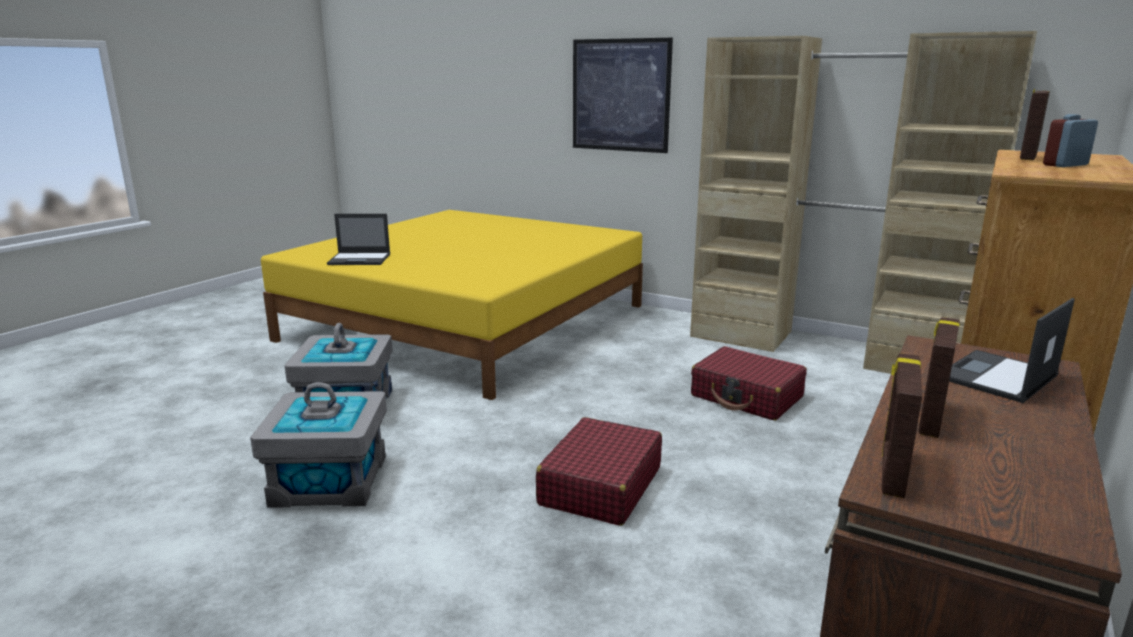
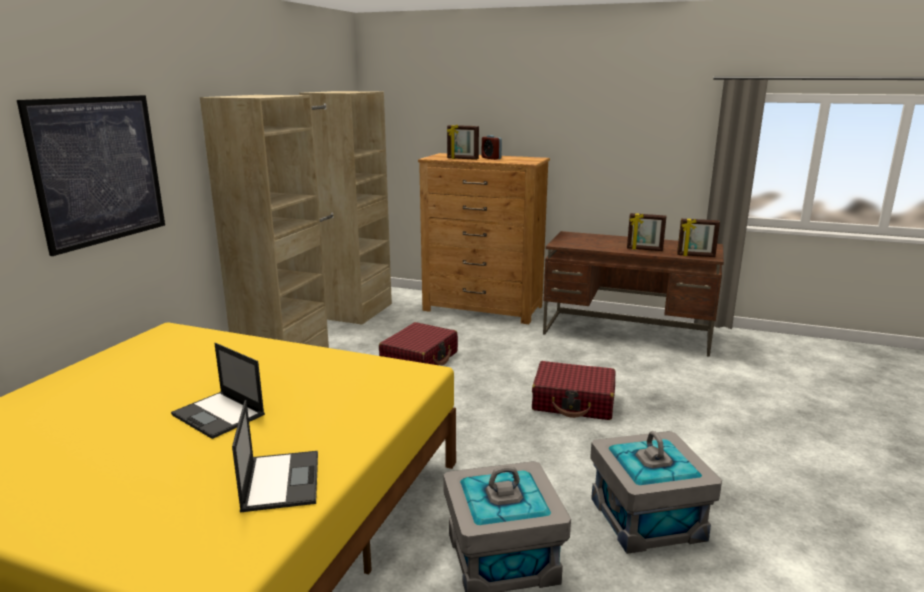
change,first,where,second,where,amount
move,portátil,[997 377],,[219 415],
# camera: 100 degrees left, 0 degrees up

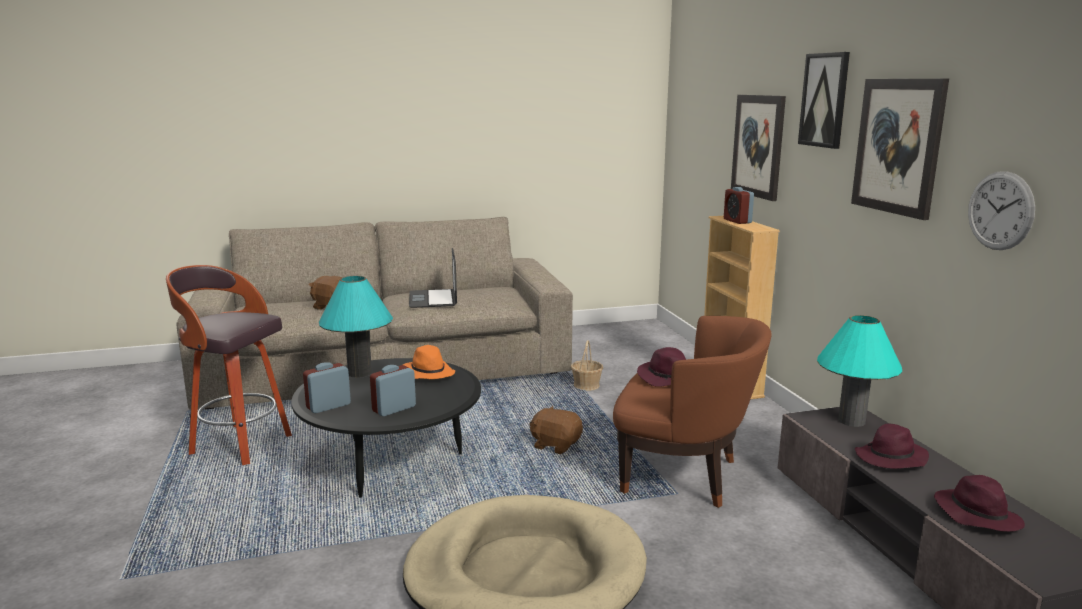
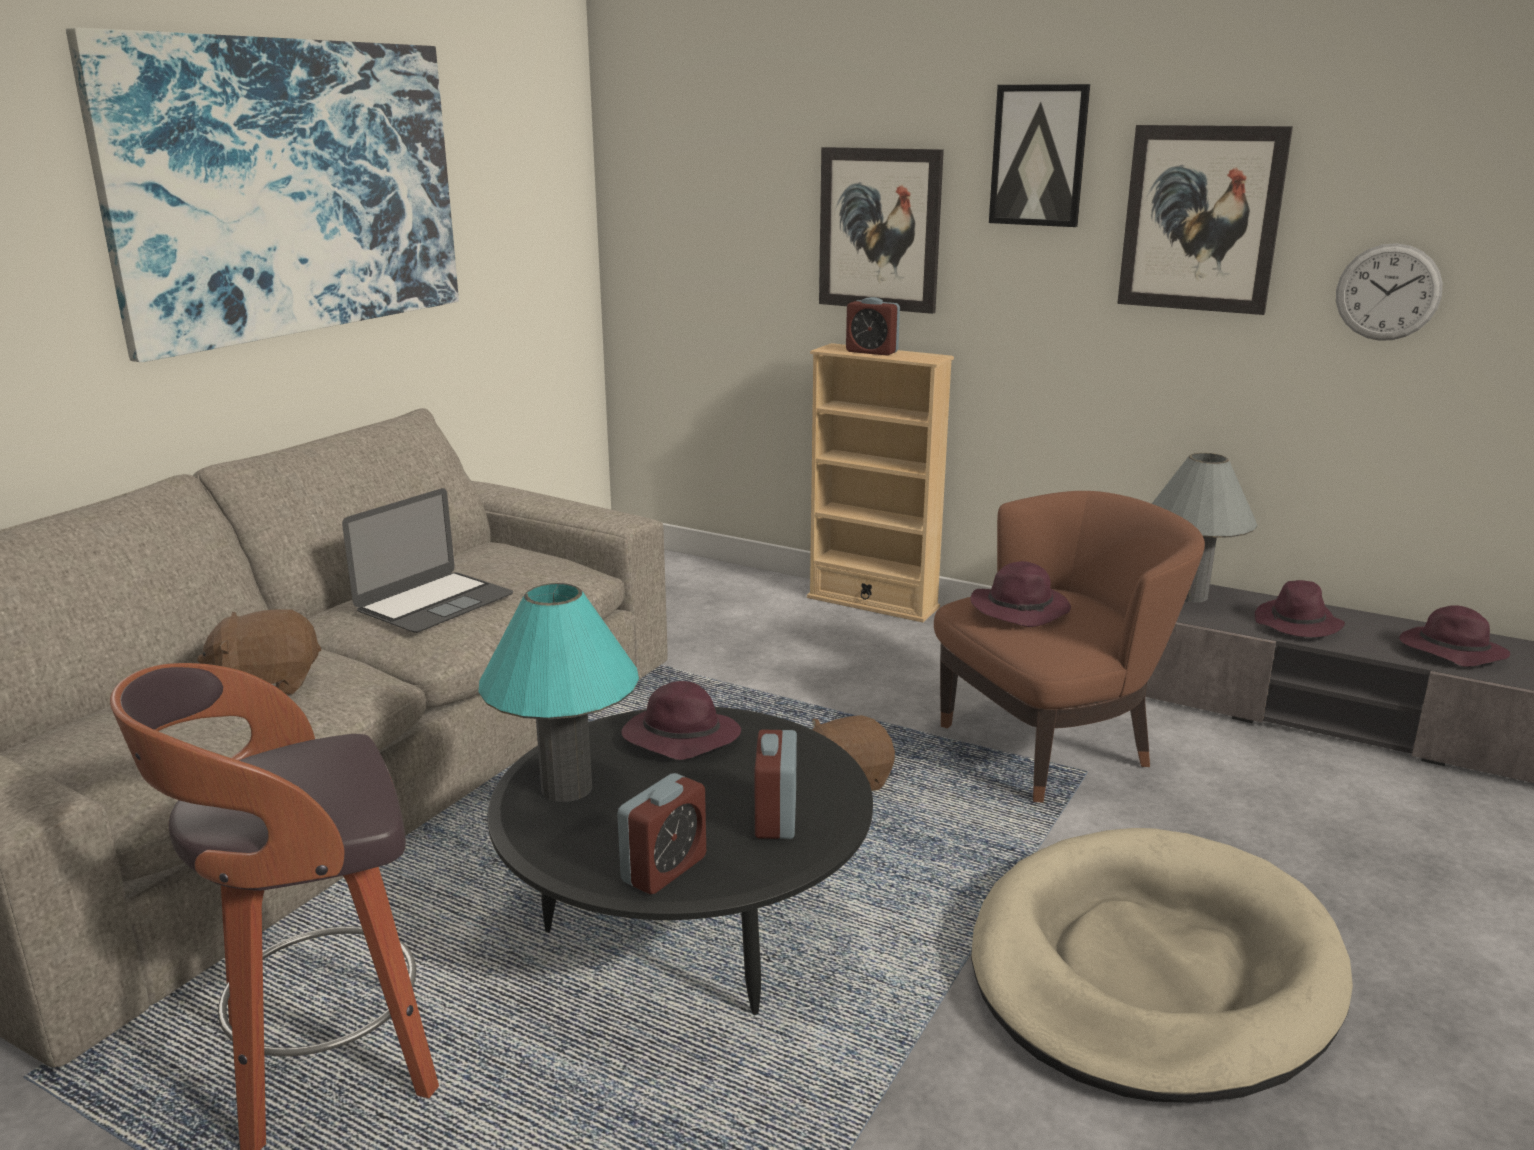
change,first,where,second,where,amount
rotate,portátil,[433 299],,[434 602],90 degrees counterclockwise
recolor,lámpara de mesa [turquesa],[851 421],lámpara de mesa [gris],[1189 596],
delete,cesta,[586 385],,,
recolor,sombrero [naranja],[427 373],sombrero [morado],[679 738],
rotate,despertador,[328 406],,[664 869],150 degrees counterclockwise
insert,,,cuadro,[291 188],
# camera: 45 degrees left, 5 degrees up

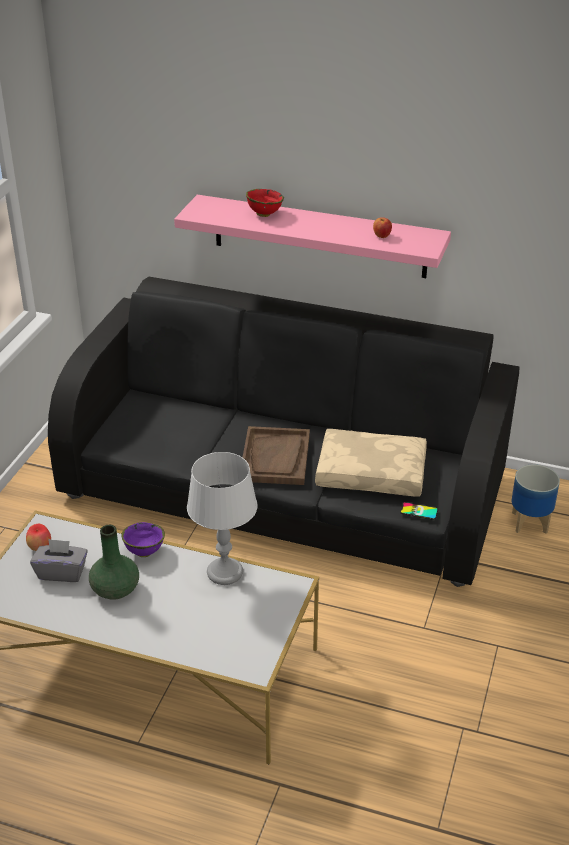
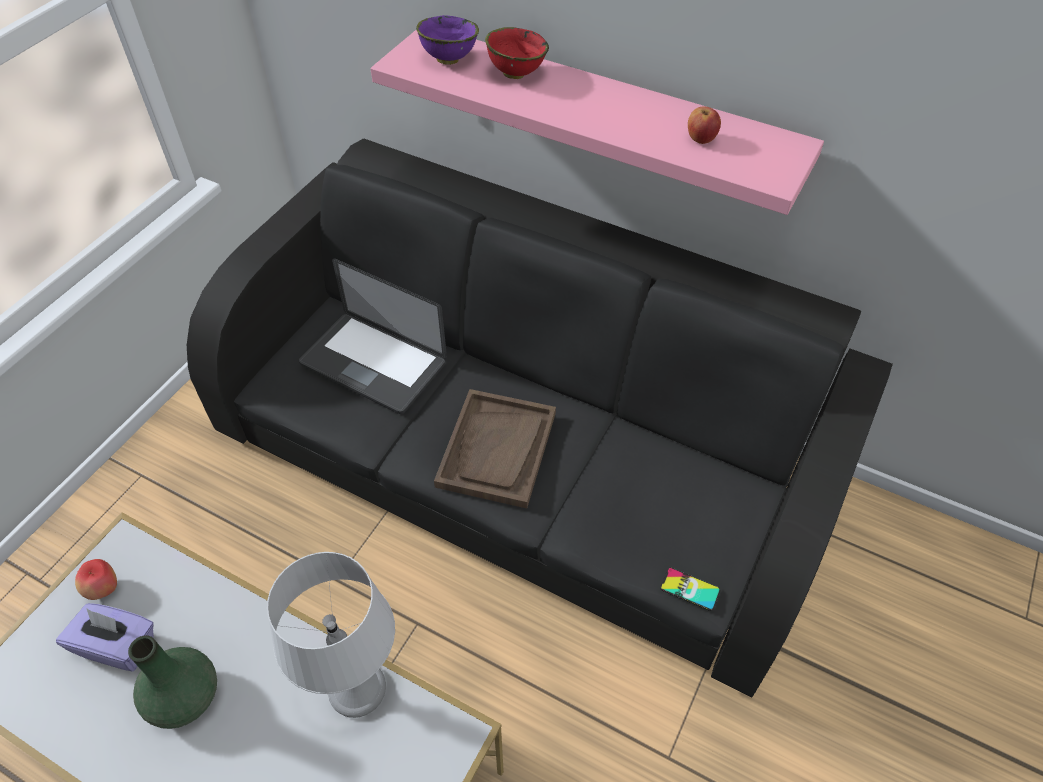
change,first,where,second,where,amount
delete,cojín [beis],[372 472],,,
delete,maceta,[530 522],,,
move,cuenco [morado],[143 552],,[448 59],
recolor,caja de pañuelos [gris],[62 572],caja de pañuelos [morado],[118 646],
insert,,,portátil,[373 364],
# camera: 10 degrees right, 15 degrees up

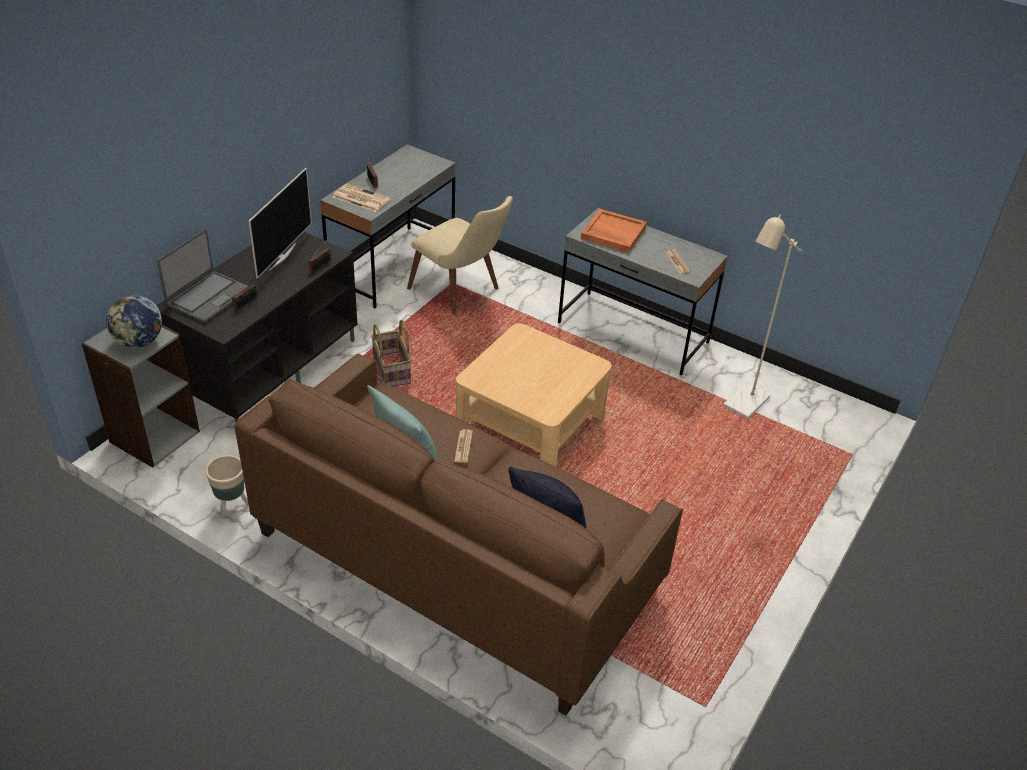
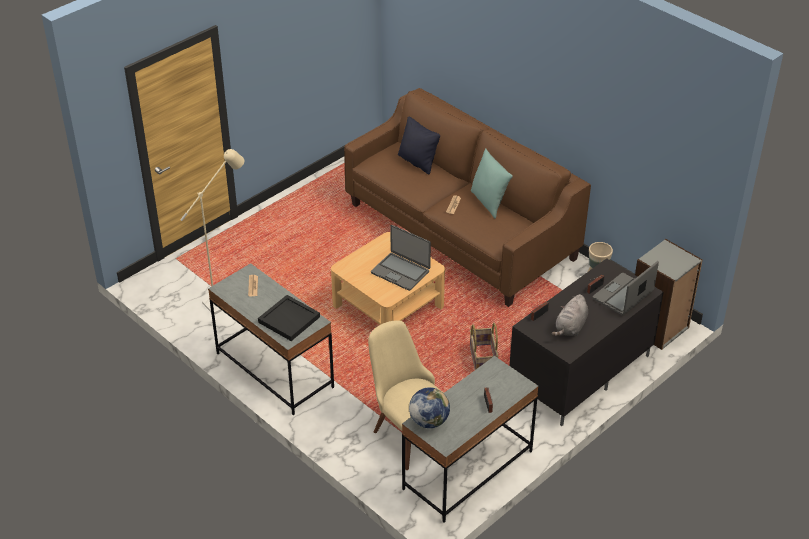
change,first,where,second,where,amount
replace,televisor,[281 256],peluche [gris],[570 327],
delete,periódico,[360 198],,,
recolor,bandeja [naranja],[612 233],bandeja [negro],[289 319],
move,globo terráqueo,[139 342],,[429 421],
insert,,,portátil,[400 272],
# camera: 165 degrees left, 0 degrees up

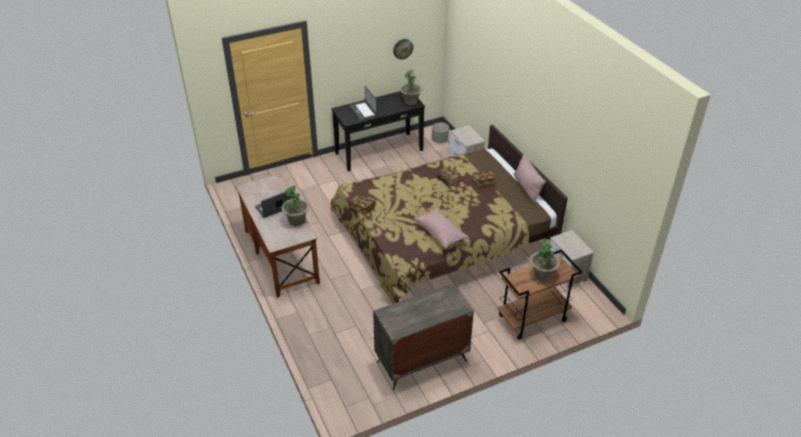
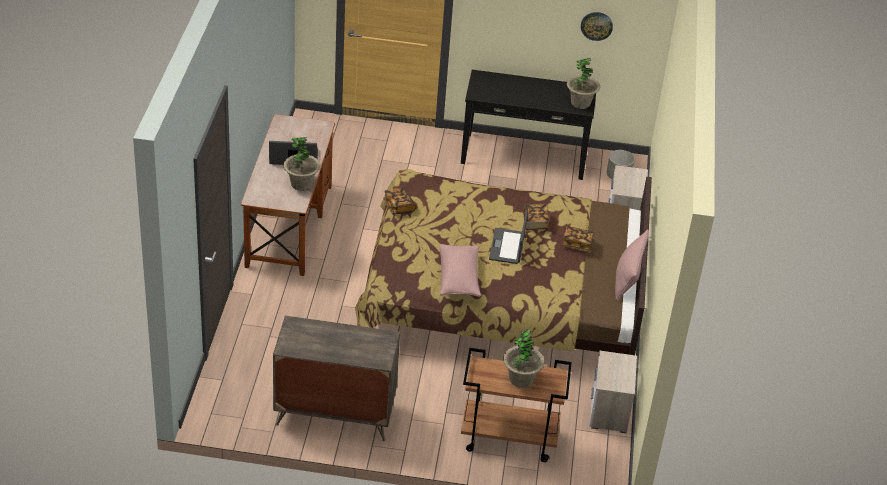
change,first,where,second,where,amount
move,portátil,[363 111],,[507 246],
# camera: 30 degrees right, 0 degrees up

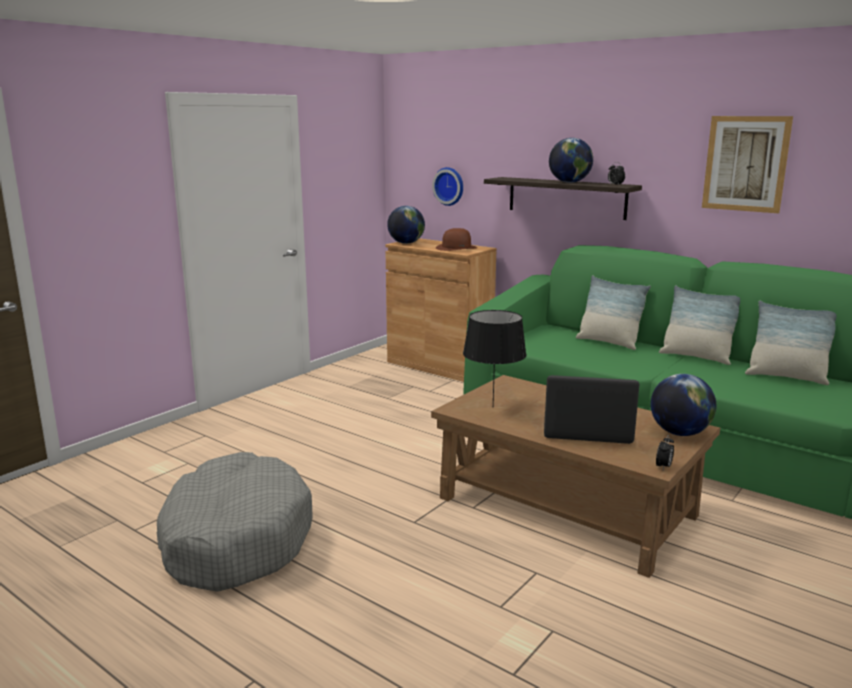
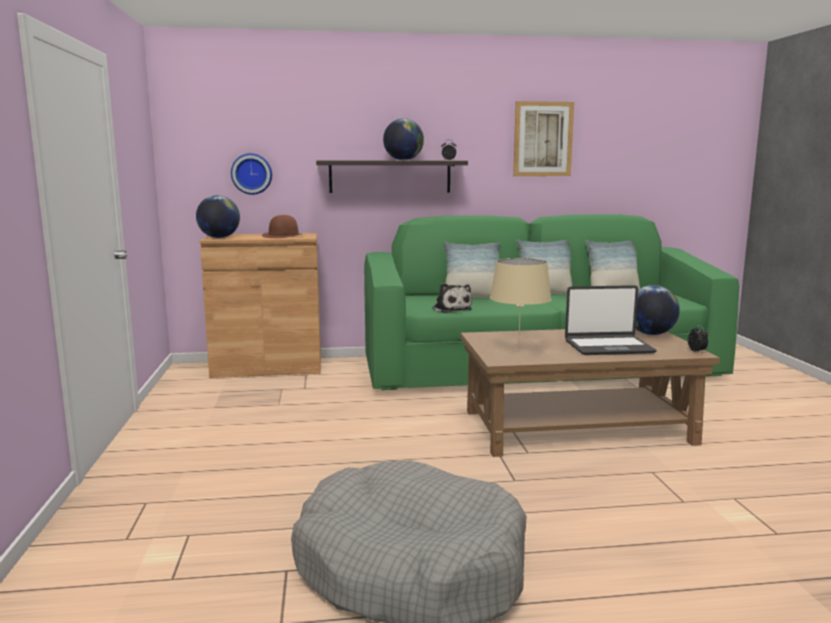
change,first,where,second,where,amount
recolor,lámpara de mesa [negro],[493 407],lámpara de mesa [beis],[518 351],
rotate,portátil,[587 430],,[608 347],150 degrees counterclockwise
insert,,,peluche,[451 309],
# camera: 45 degrees left, 5 degrees down

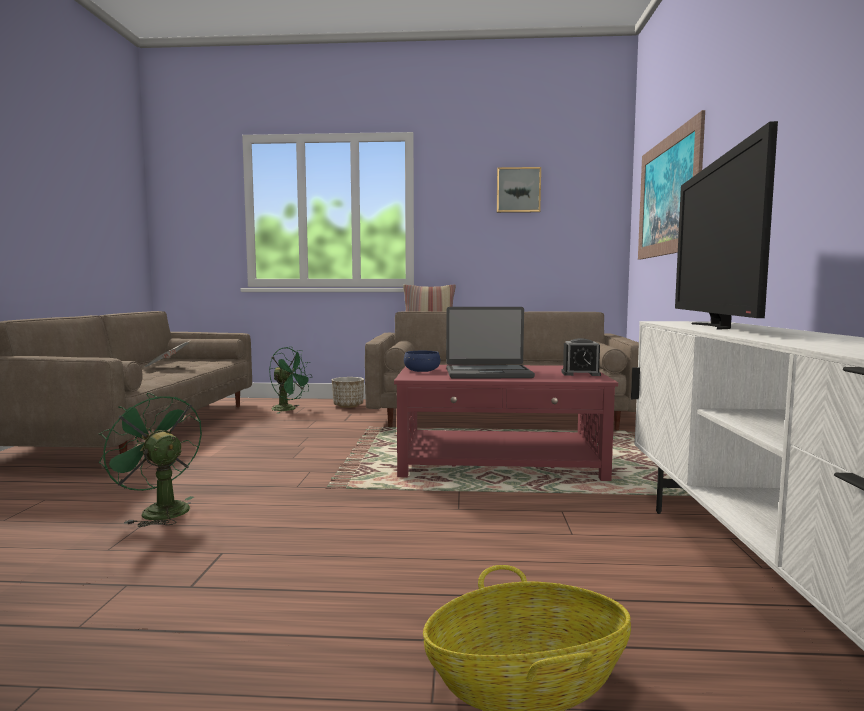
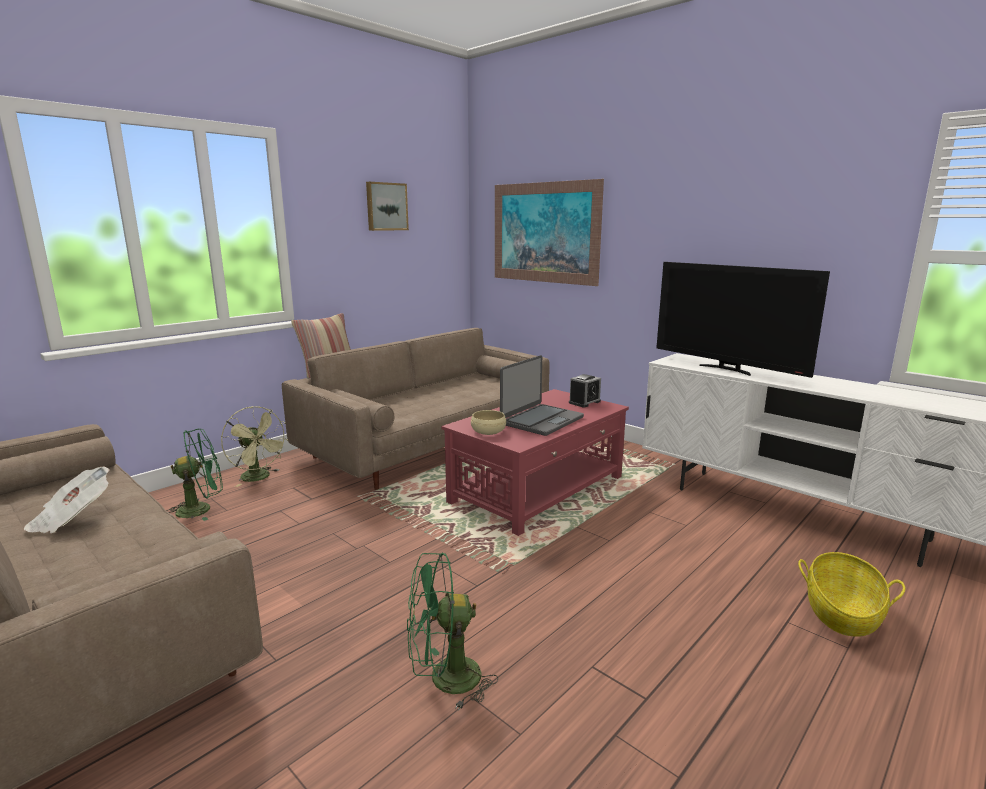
change,first,where,second,where,amount
recolor,cuenco [azul],[422 370],cuenco [beis],[488 431],
replace,maceta,[348 406],ventilador [verde],[259 478],
# camera: 50 degrees left, 10 degrees up

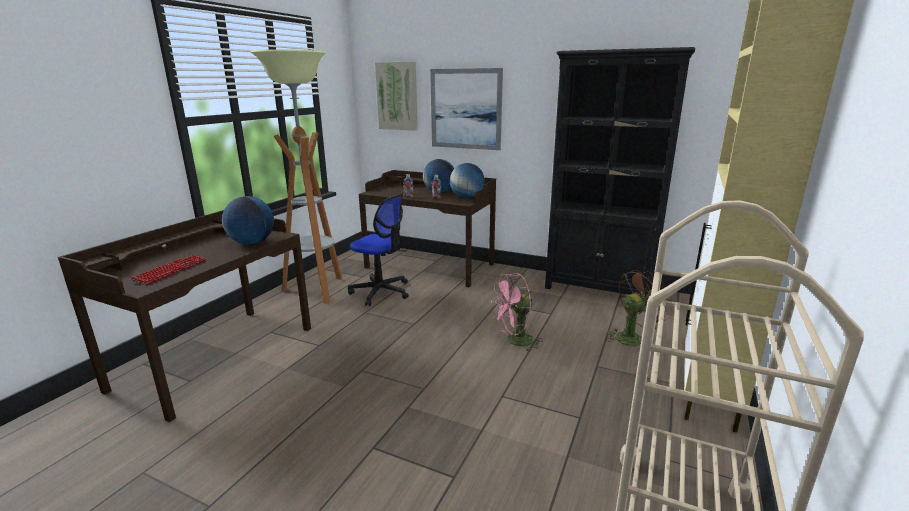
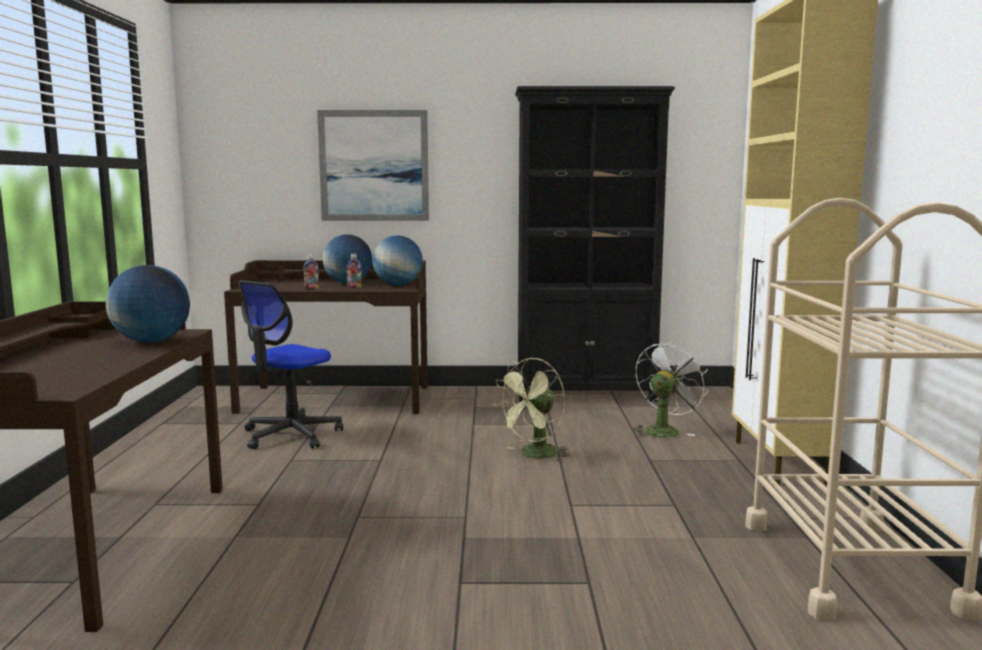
change,first,where,second,where,amount
delete,lámpara de pie,[317 289],,,
delete,cuadro,[397 96],,,
rotate,silla de oficina,[381 292],,[291 435],120 degrees clockwise
delete,teclado,[171 271],,,
recolor,ventilador [marrón],[633 337],ventilador [blanco],[664 430],
recolor,ventilador [rosa],[514 341],ventilador [verde],[534 455],
# camera: 25 degrees left, 10 degrees down

